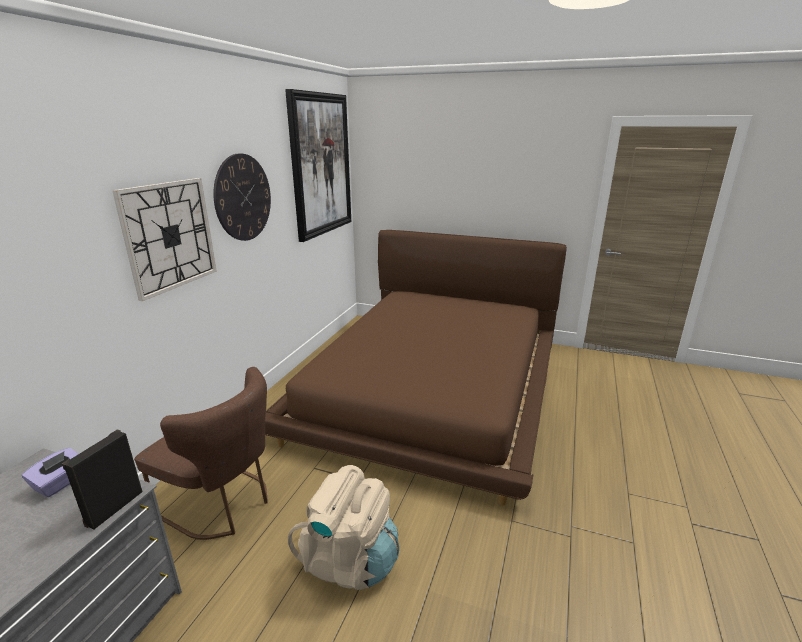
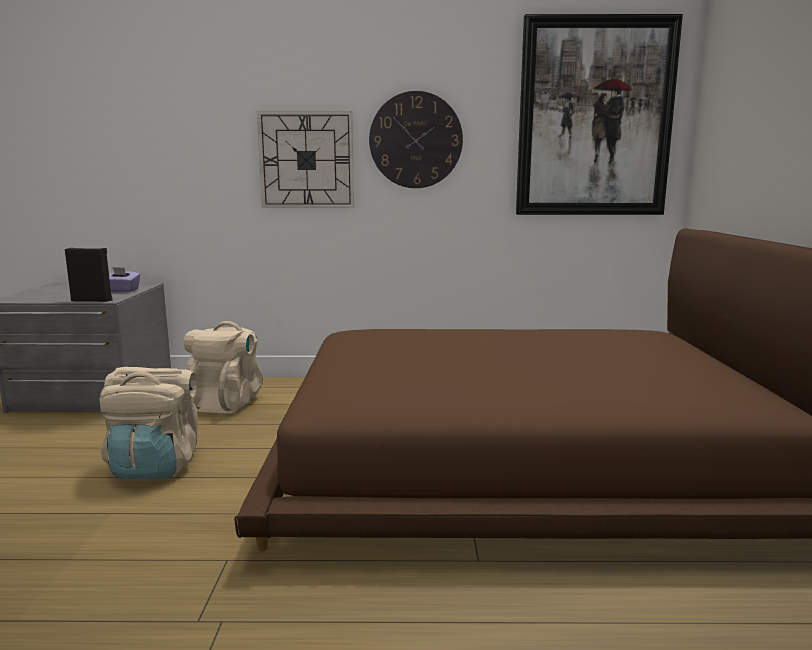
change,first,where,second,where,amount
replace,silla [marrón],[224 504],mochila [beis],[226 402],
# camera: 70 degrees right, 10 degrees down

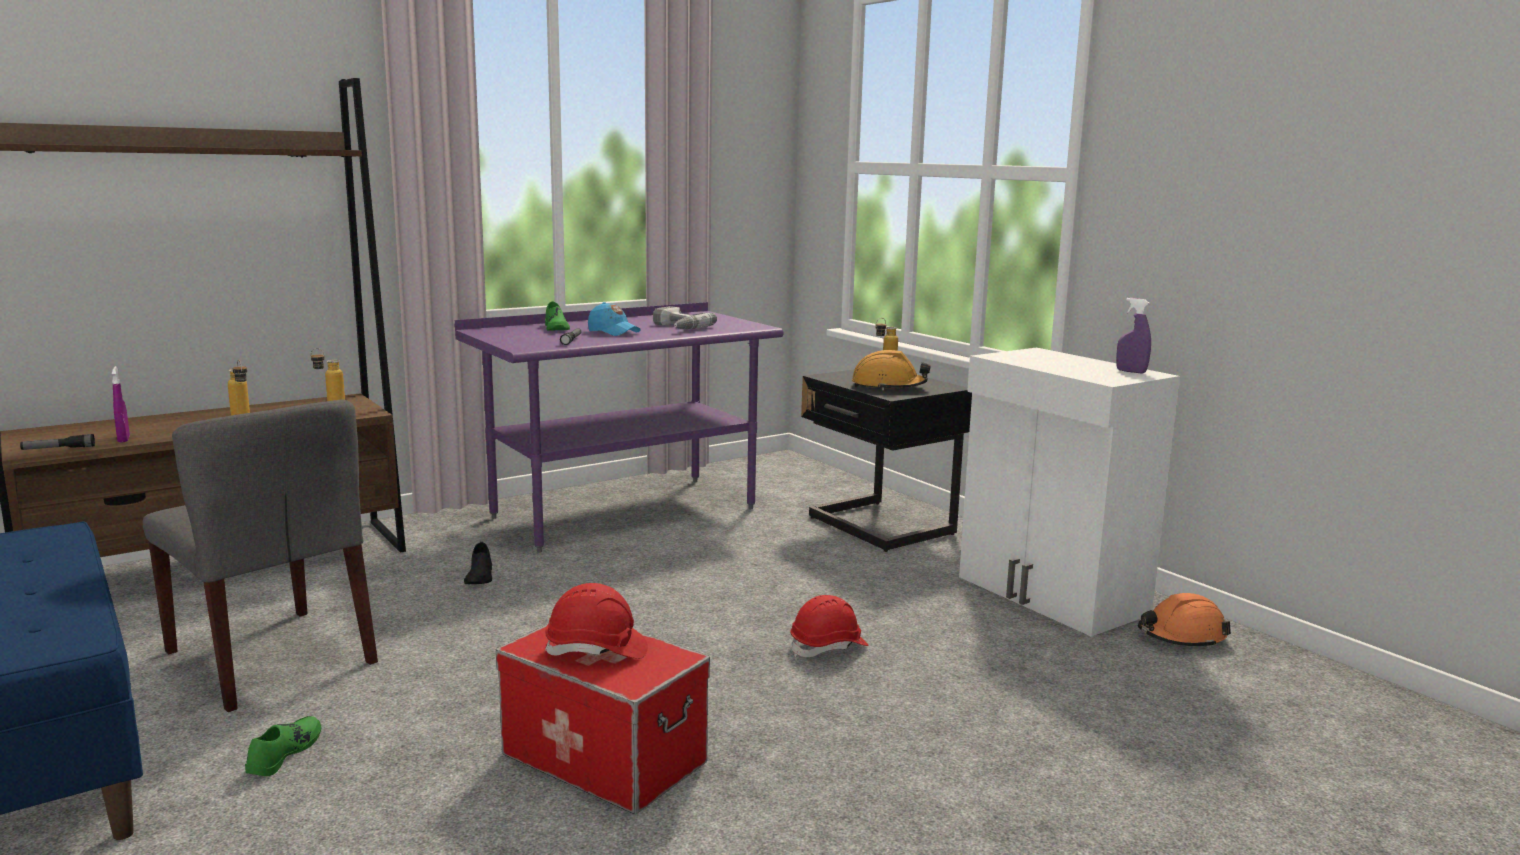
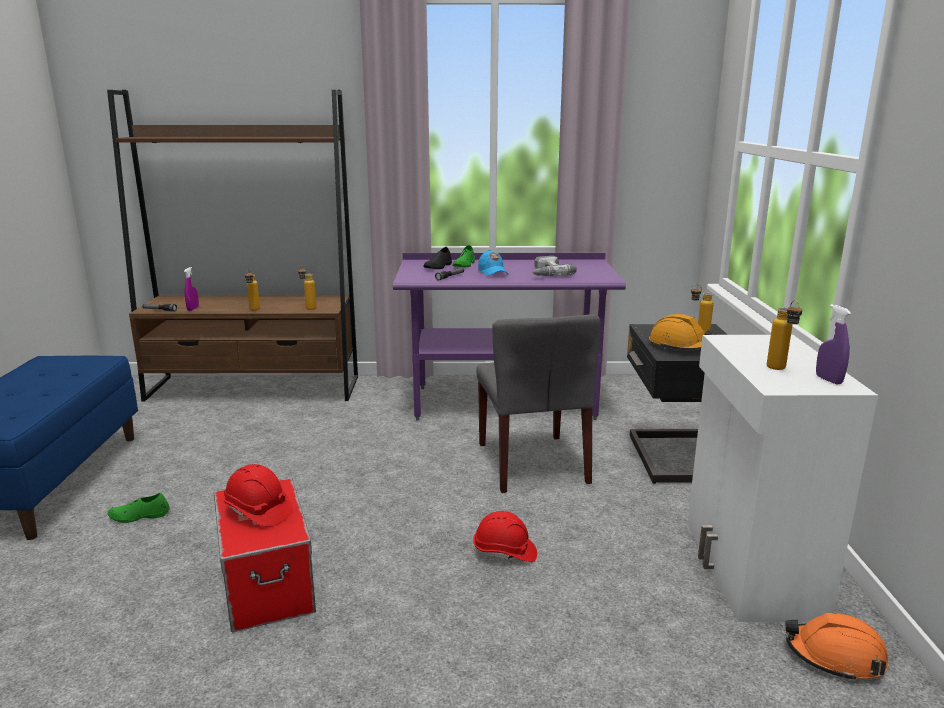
change,first,where,second,where,amount
move,silla [gris],[272 657],,[533 463],
move,zapato [negro],[479 576],,[438 266],
rotate,zapato [verde],[284 753],,[139 516],150 degrees counterclockwise
insert,,,botella,[780 370],
# camera: 35 degrees right, 5 degrees up

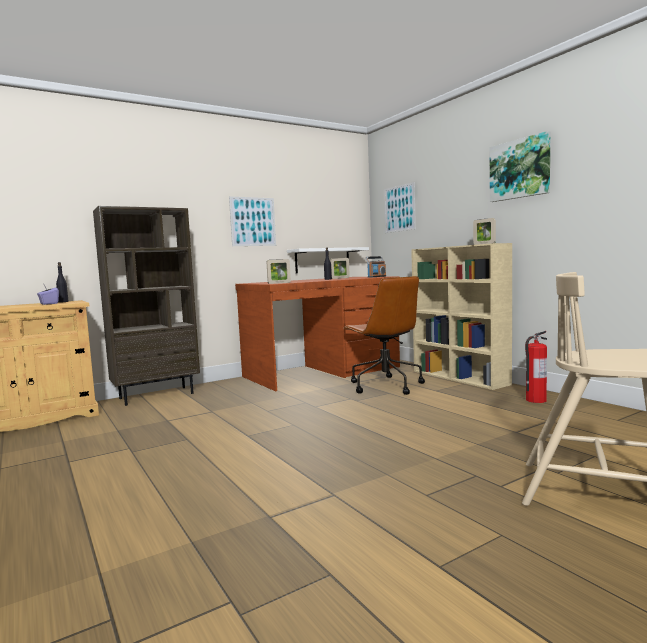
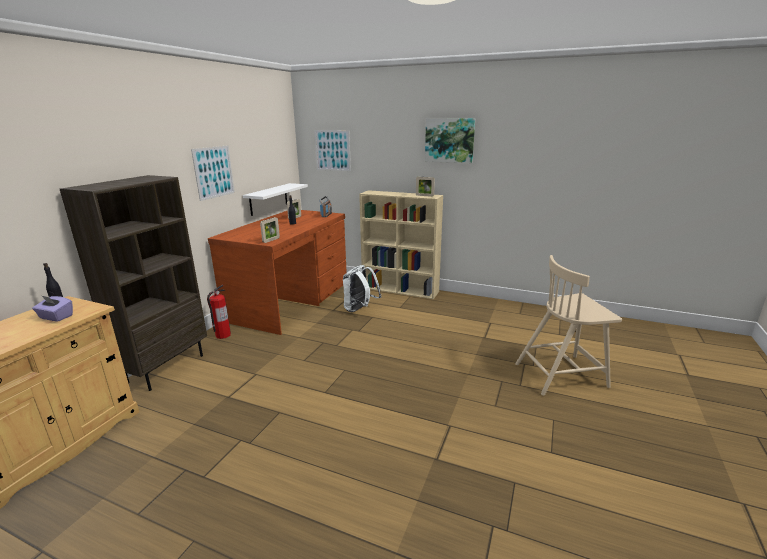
change,first,where,second,where,amount
replace,silla de oficina [marrón],[385 386],mochila [blanco],[360 309],
move,extintor,[535 400],,[223 335],
# camera: 35 degrees left, 15 degrees up

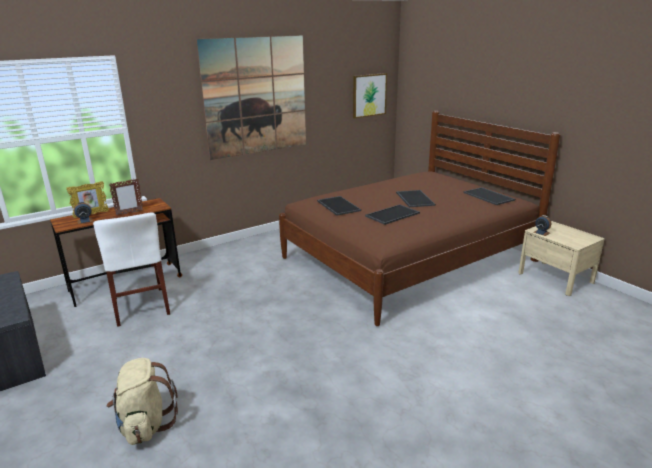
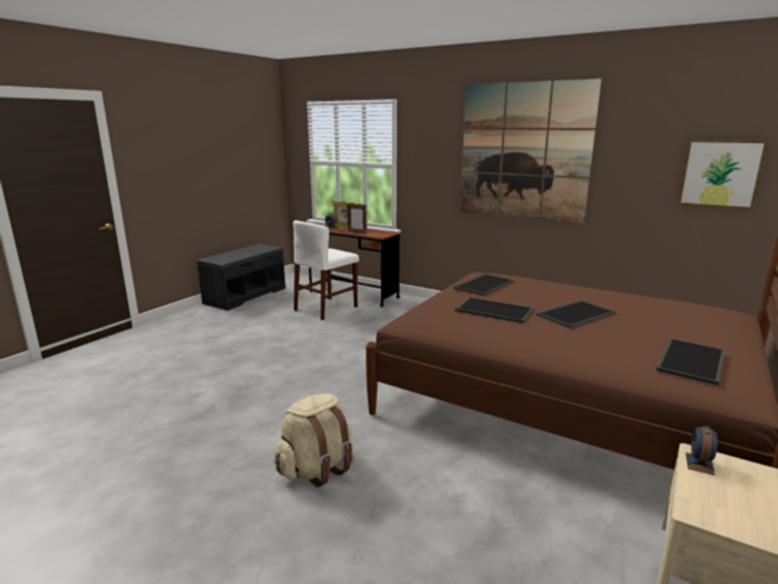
change,first,where,second,where,amount
move,mochila [beis],[145 425],,[316 468],
# camera: 65 degrees right, 5 degrees down

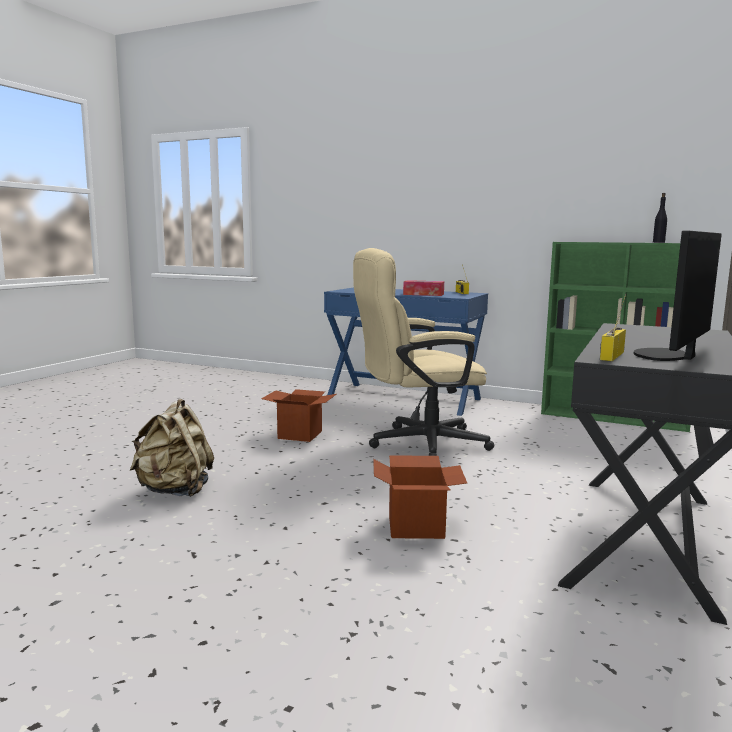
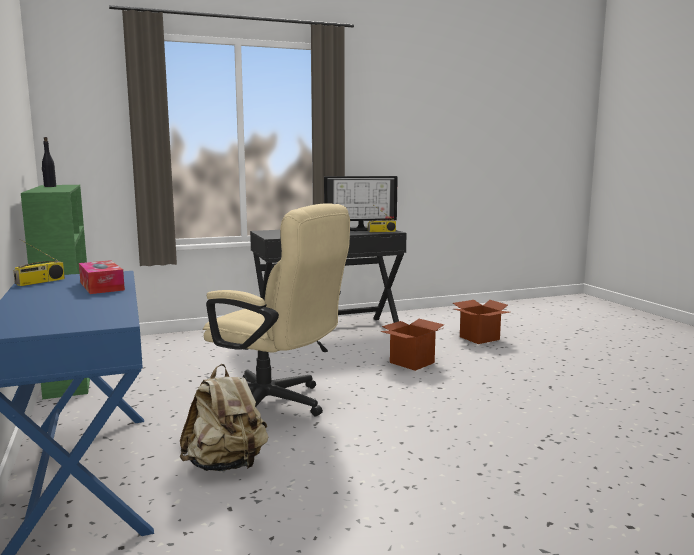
change,first,where,second,where,amount
move,caja de cartón,[300 435],,[479 338],
move,mochila [beis],[175 491],,[226 465],
# camera: 135 degrees left, 0 degrees up

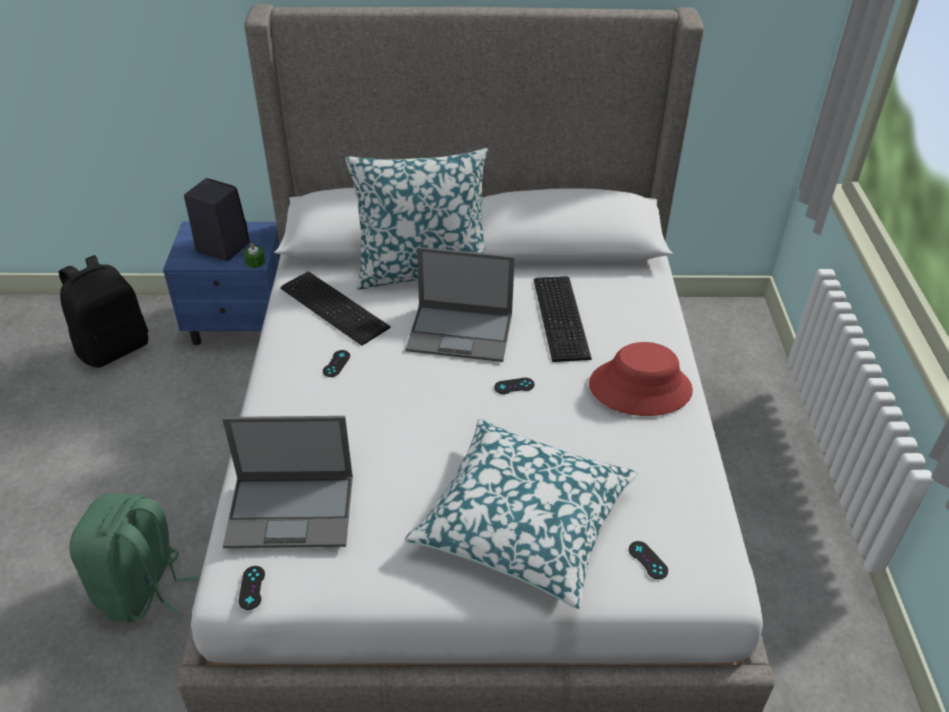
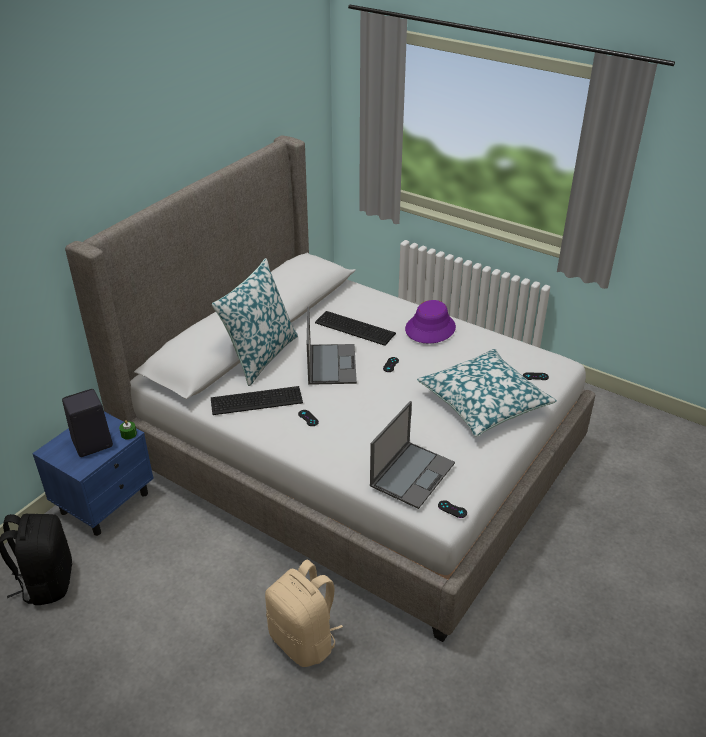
change,first,where,second,where,amount
rotate,portátil,[461 332],,[331 364],45 degrees counterclockwise
recolor,sombrero [rojo],[640 387],sombrero [morado],[430 328],
recolor,mochila [verde],[142 588],mochila [beis],[304 640],
# camera: 55 degrees left, 5 degrees down

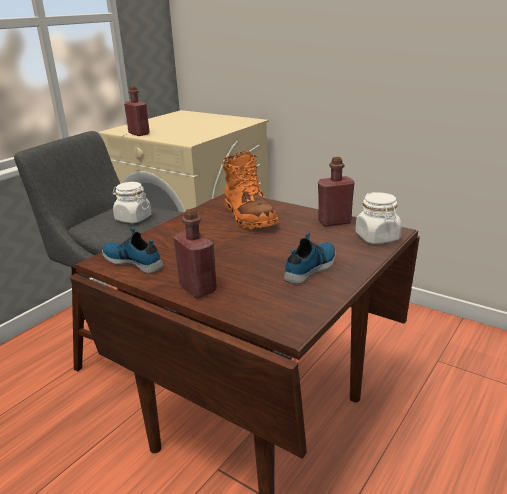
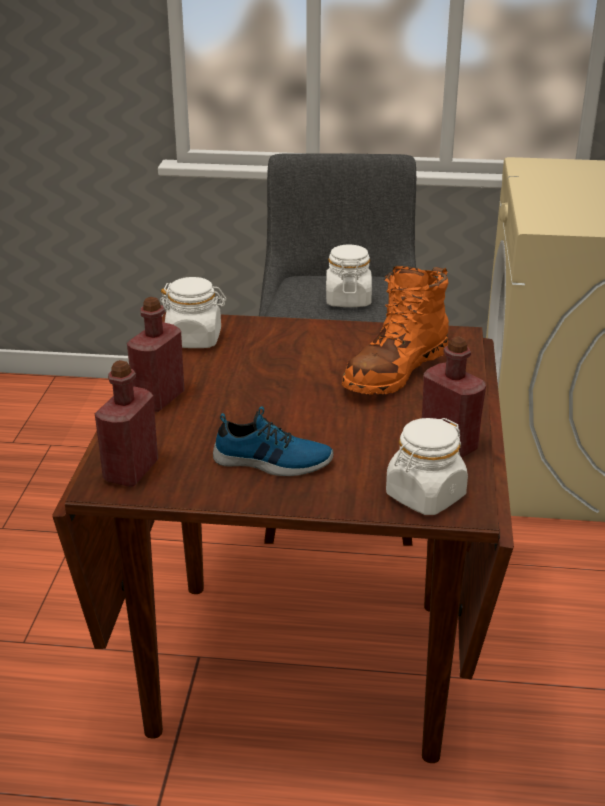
change,first,where,second,where,amount
move,botella [rojo],[139 133],,[131 471],
replace,zapato,[133 261],tarro [blanco],[194 339],
# camera: 60 degrees right, 5 degrees up

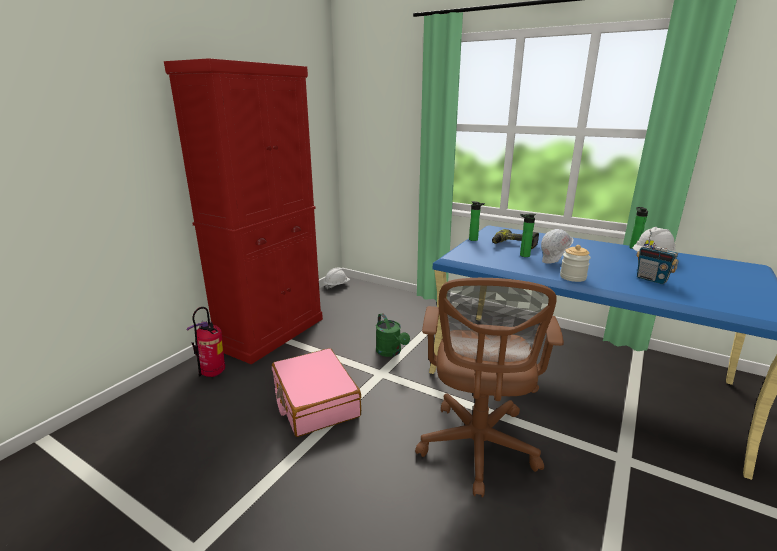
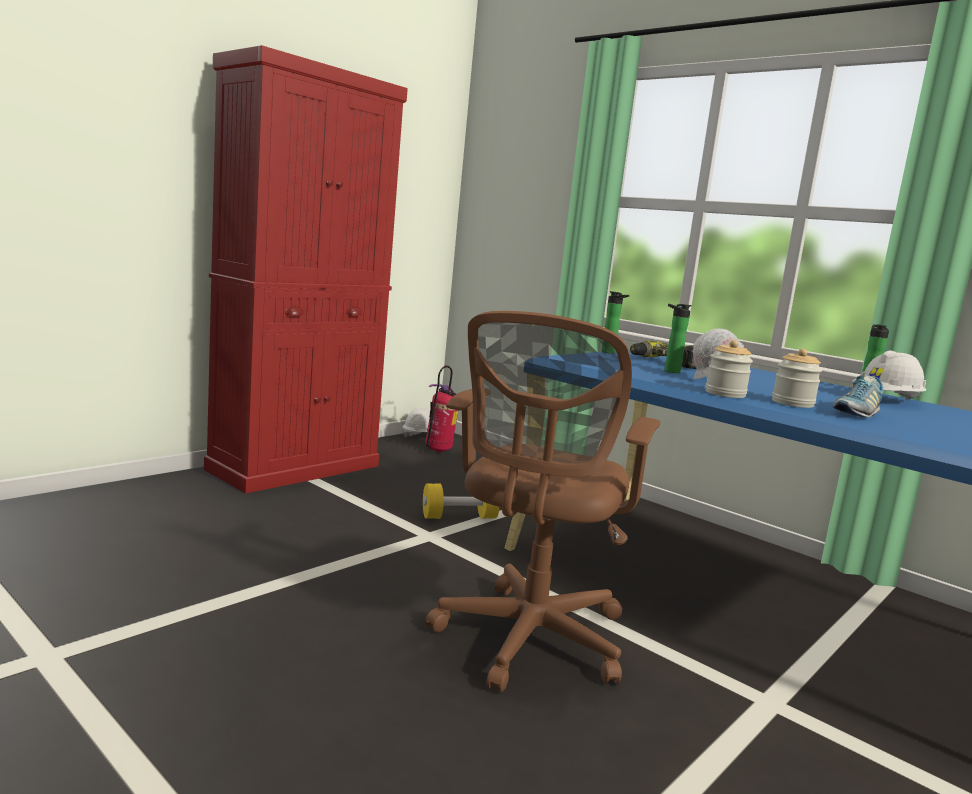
change,first,where,second,where,amount
replace,radio,[651 279],zapato,[856 413],
move,extintor,[213 374],,[438 451],
replace,regadera [verde],[391 352],mancuerna [amarillo],[459 517],
delete,maleta [rosa],[315 401],,,
insert,,,tarro,[792 403],
# camera: 10 degrees right, 10 degrees down

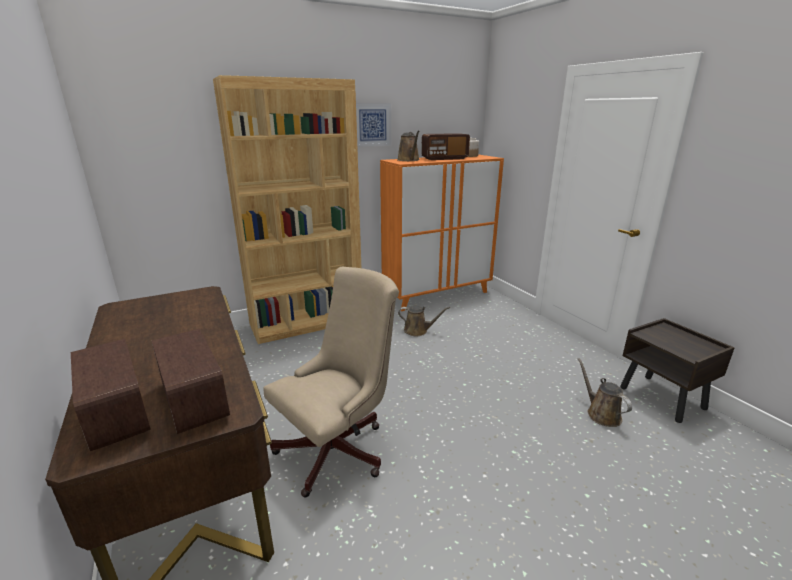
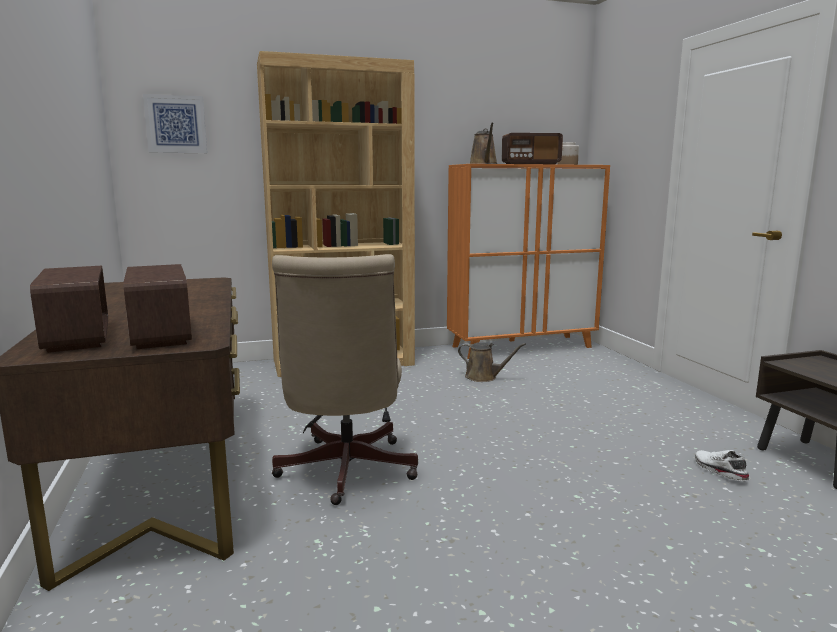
change,first,where,second,where,amount
move,cuadro,[371 124],,[176 124],
rotate,silla de oficina [beis],[339 448],,[344 473],120 degrees clockwise
replace,regadera [marrón],[601 414],zapato [blanco],[719 471],
# camera: 10 degrees right, 10 degrees down

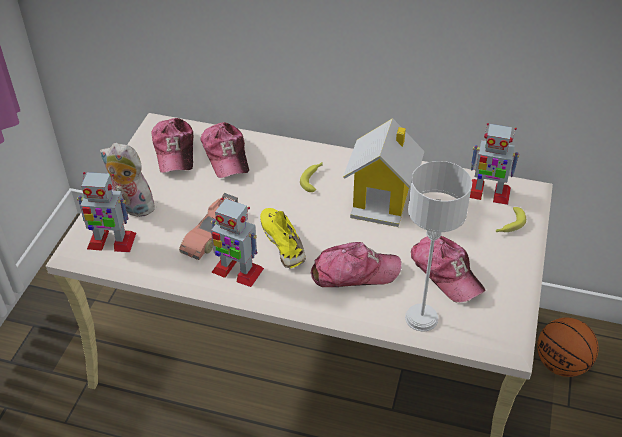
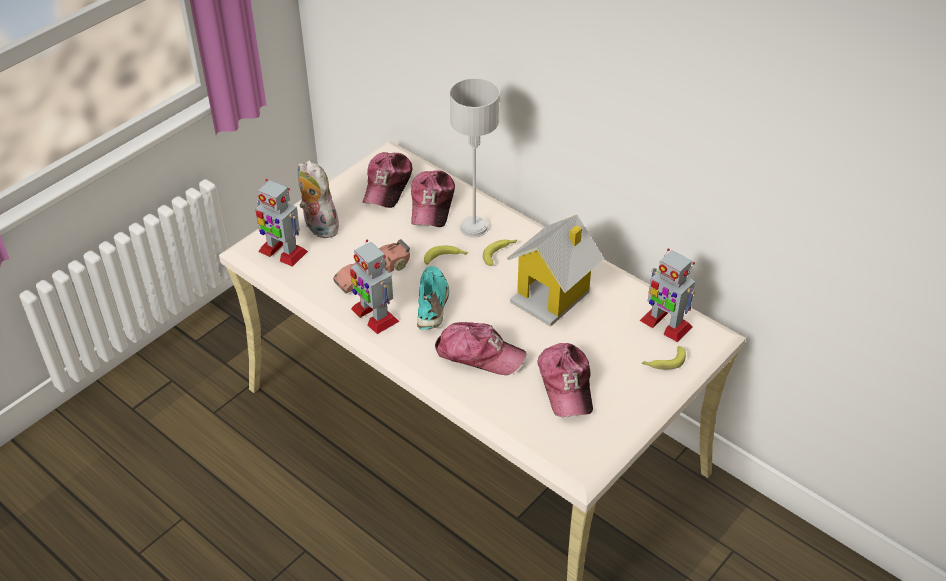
change,first,where,second,where,amount
move,lámpara de mesa [gris],[421 318],,[473 227],
recolor,zapato [amarillo],[283 242],zapato [turquesa],[432 303],
delete,balón de baloncesto,[561 364],,,
insert,,,plátano,[446 258],
# camera: 25 degrees right, 0 degrees up

